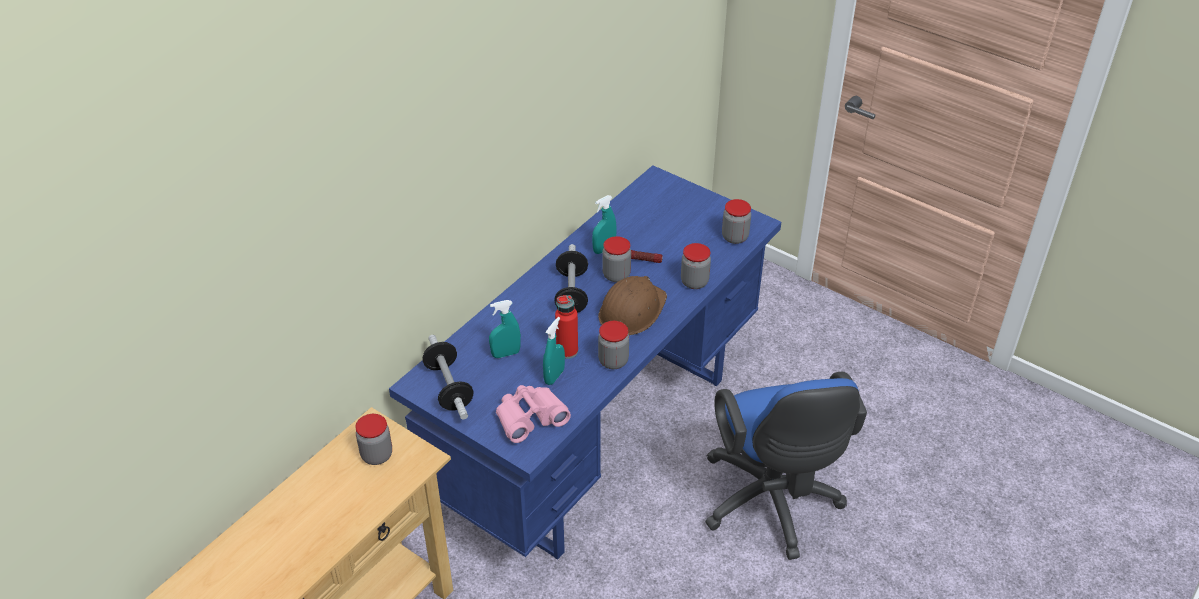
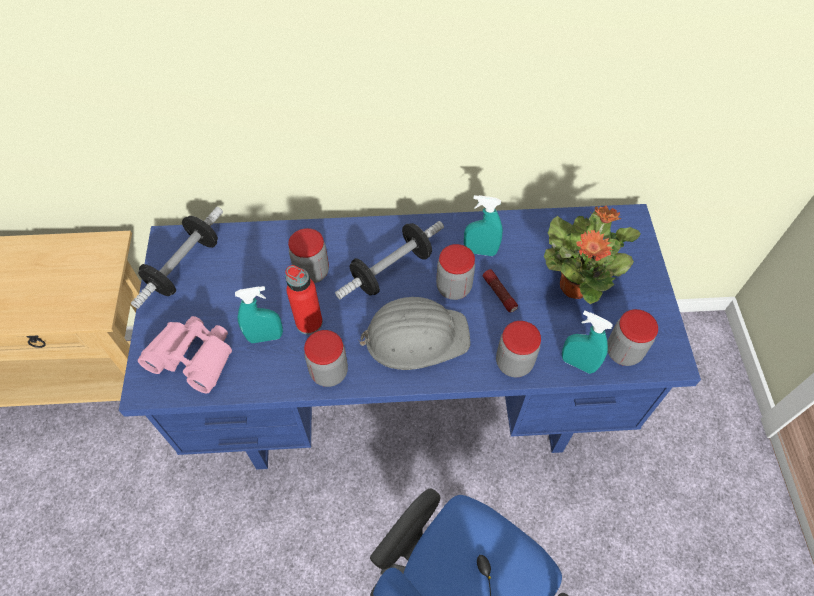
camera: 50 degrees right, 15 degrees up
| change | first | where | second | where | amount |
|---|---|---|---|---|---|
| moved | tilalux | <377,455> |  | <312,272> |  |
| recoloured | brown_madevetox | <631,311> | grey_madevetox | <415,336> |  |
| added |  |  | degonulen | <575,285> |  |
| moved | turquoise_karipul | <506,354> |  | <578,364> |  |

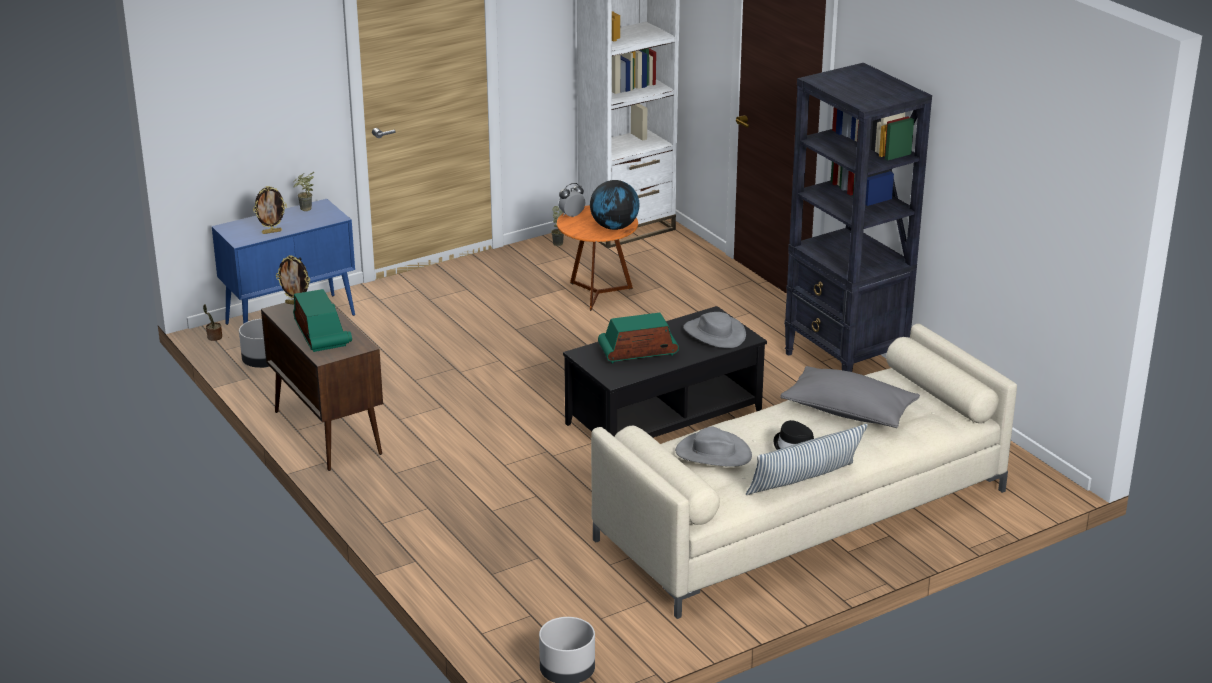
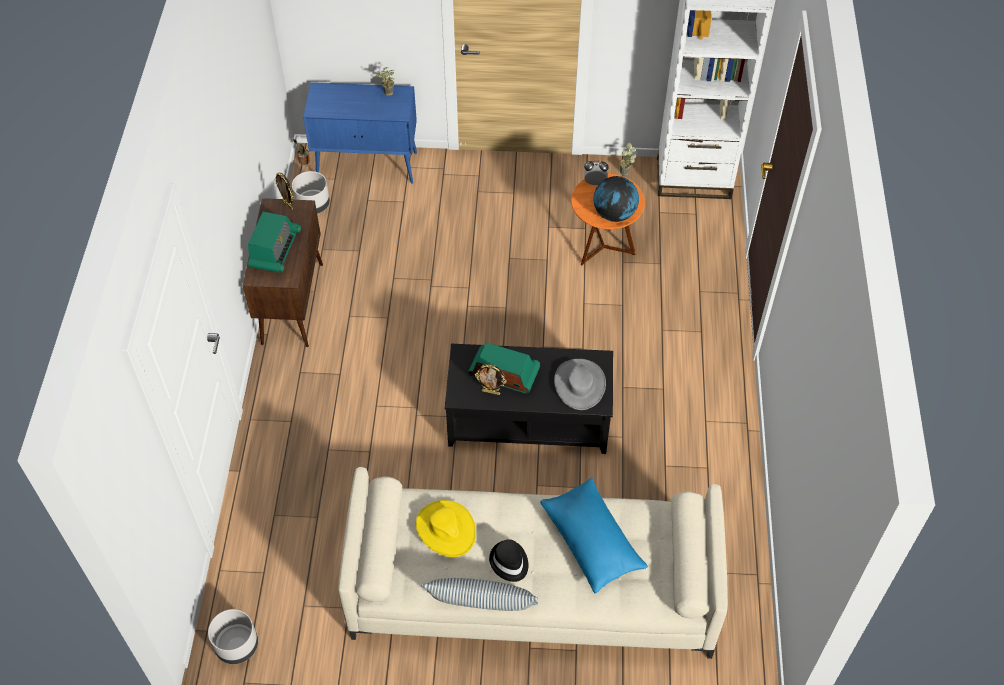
camera: 35 degrees right, 25 degrees up
| change | first | where | second | where | amount |
|---|---|---|---|---|---|
| recoloured | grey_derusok | <713,453> | yellow_derusok | <445,529> |  |
| moved | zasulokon | <272,232> |  | <491,392> |  |
| recoloured | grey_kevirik | <849,412> | blue_kevirik | <592,541> |  |
| removed | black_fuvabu | <845,365> |  |  |  |

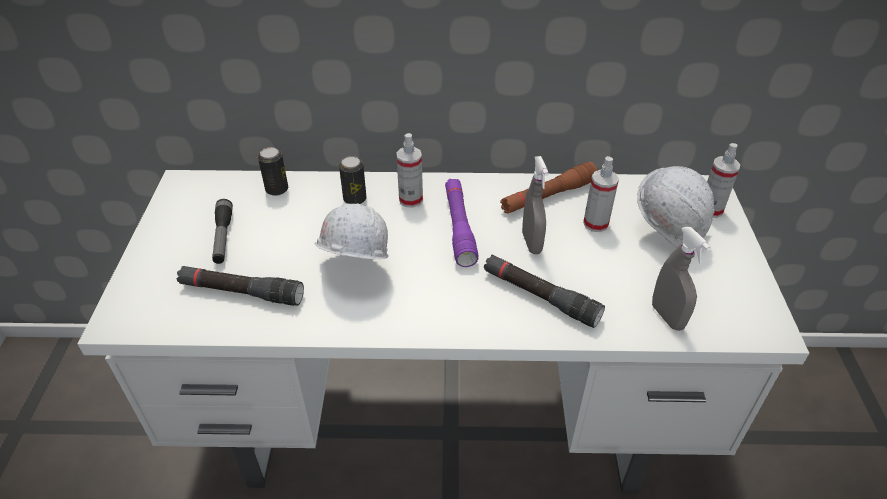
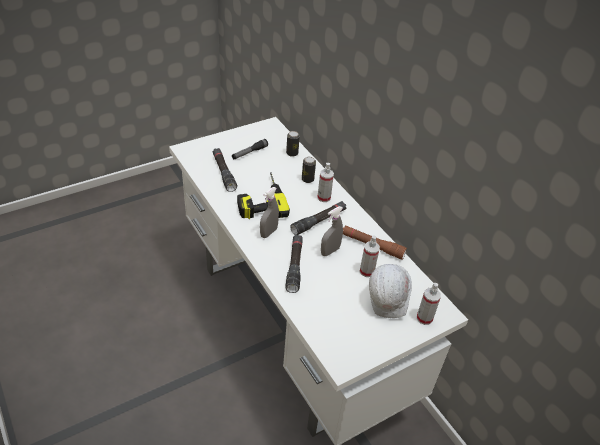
camera: 55 degrees right, 0 degrees up
| change | first | where | second | where | amount |
|---|---|---|---|---|---|
| replaced | white_madevetox | <353,272> | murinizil | <260,199> |  |
| moved | grey_karipul | <667,317> |  | <268,232> |  |
| recoloured | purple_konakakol | <459,227> | black_konakakol | <319,221> |  |

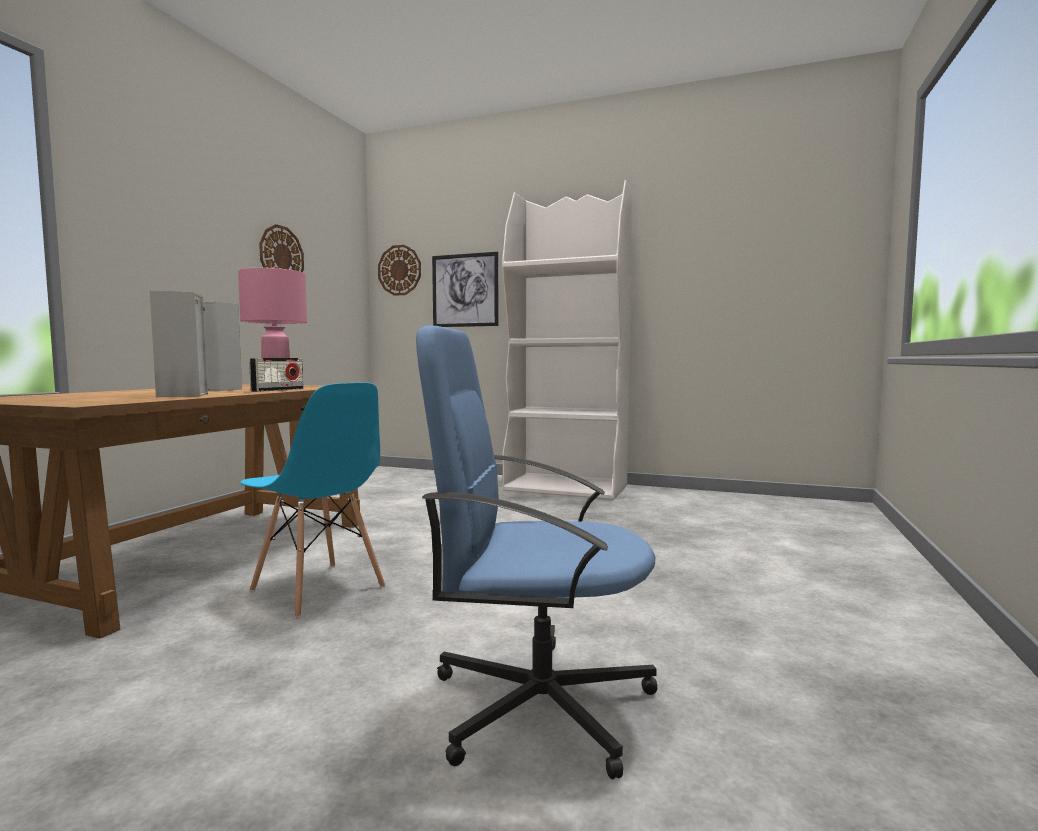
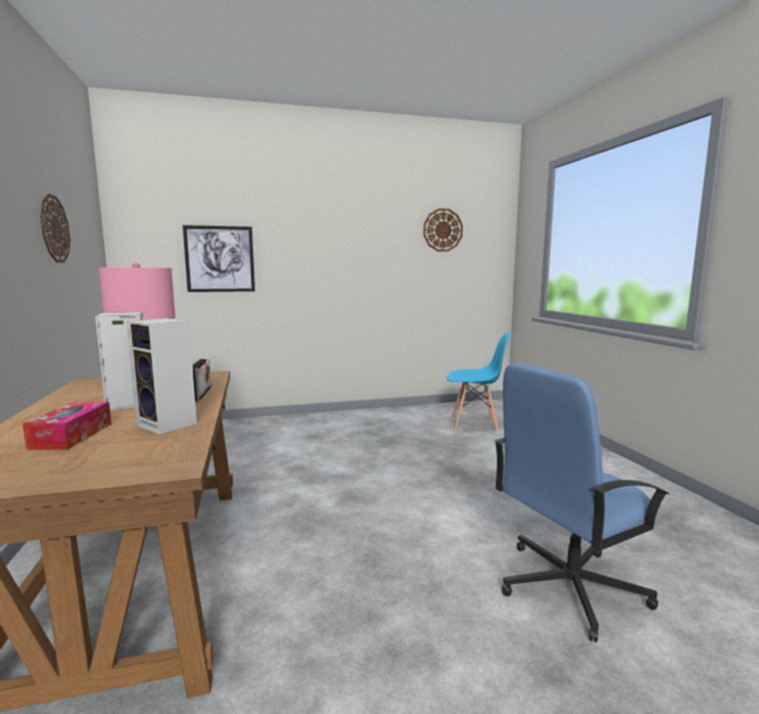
camera: 35 degrees left, 5 degrees up
| change | first | where | second | where | amount |
|---|---|---|---|---|---|
| added |  |  | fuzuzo | <72,436> |  |
| moved | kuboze | <399,270> |  | <442,230> |  |
| moved | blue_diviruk | <318,589> |  | <474,425> |  |
| removed | white_fuvabu | <567,488> |  |  |  |

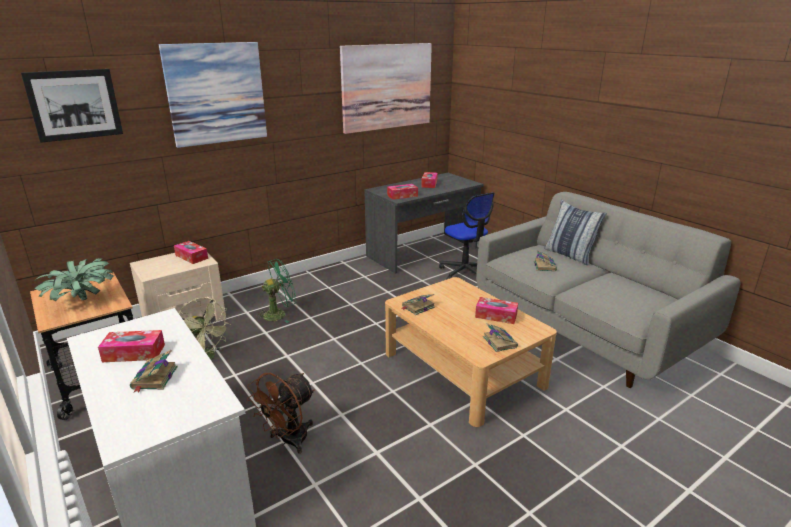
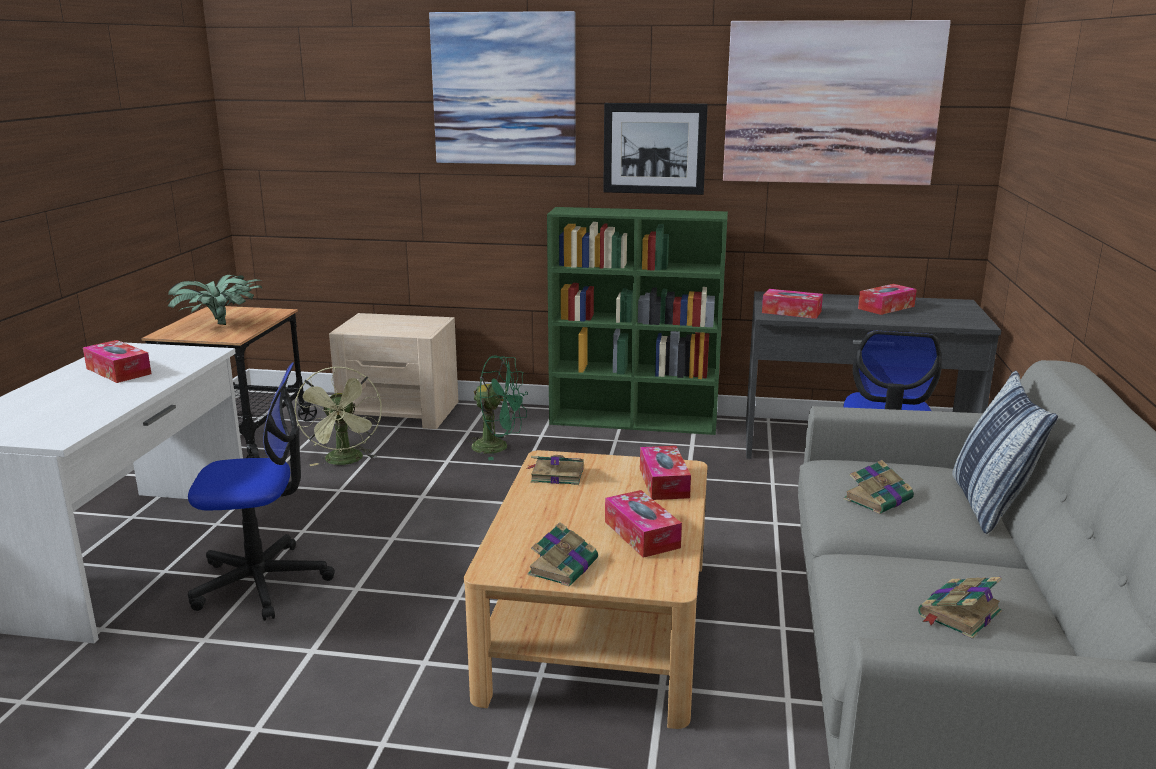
camera: 45 degrees right, 5 degrees down
| change | first | where | second | where | amount |
|---|---|---|---|---|---|
| replaced | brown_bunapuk | <288,441> | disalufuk | <262,582> |  |
| added |  |  | green_fuvabu | <635,421> |  |
| moved | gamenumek | <74,105> |  | <654,148> |  |
| moved | fuzuzo | <191,257> |  | <664,483> |  |
| moved | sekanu | <154,378> |  | <958,614> |  |

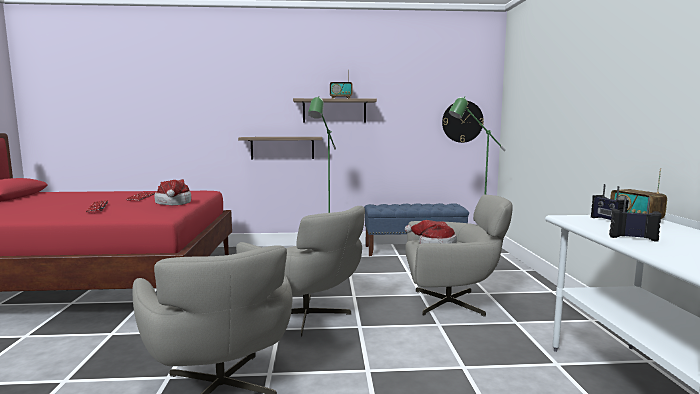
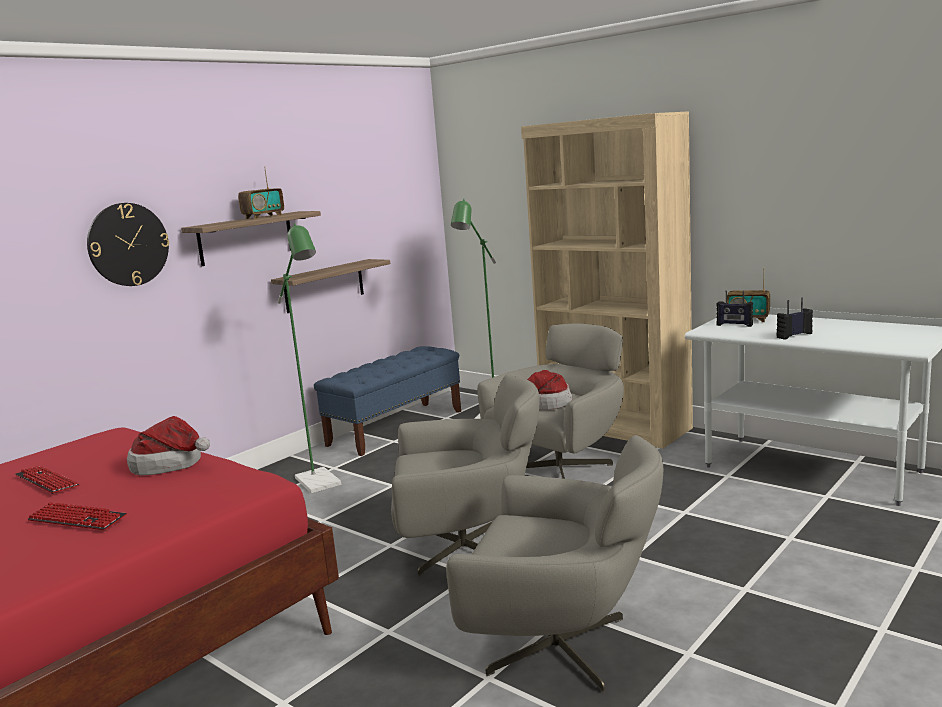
camera: 45 degrees left, 5 degrees up
| change | first | where | second | where | amount |
|---|---|---|---|---|---|
| moved | kuboze | <462,121> |  | <128,244> |  |
| moved | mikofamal | <282,148> |  | <324,286> |  |
| added |  |  | beige_fuvabu | <614,426> |  |

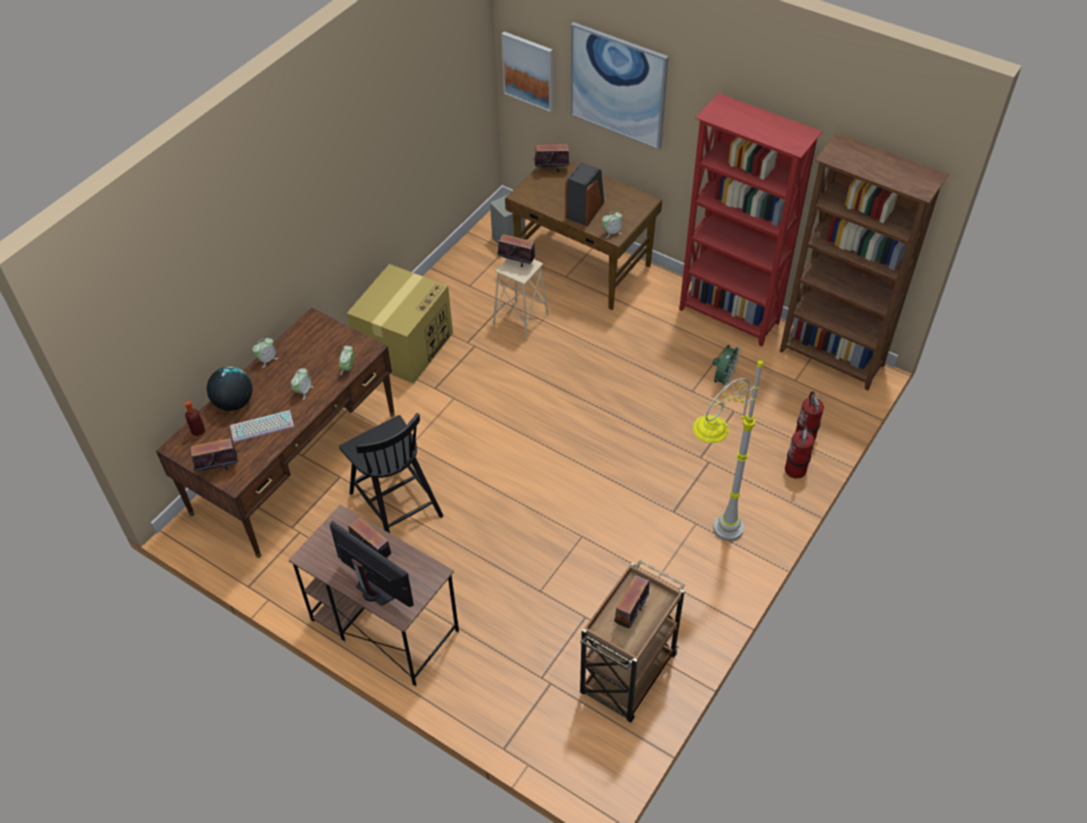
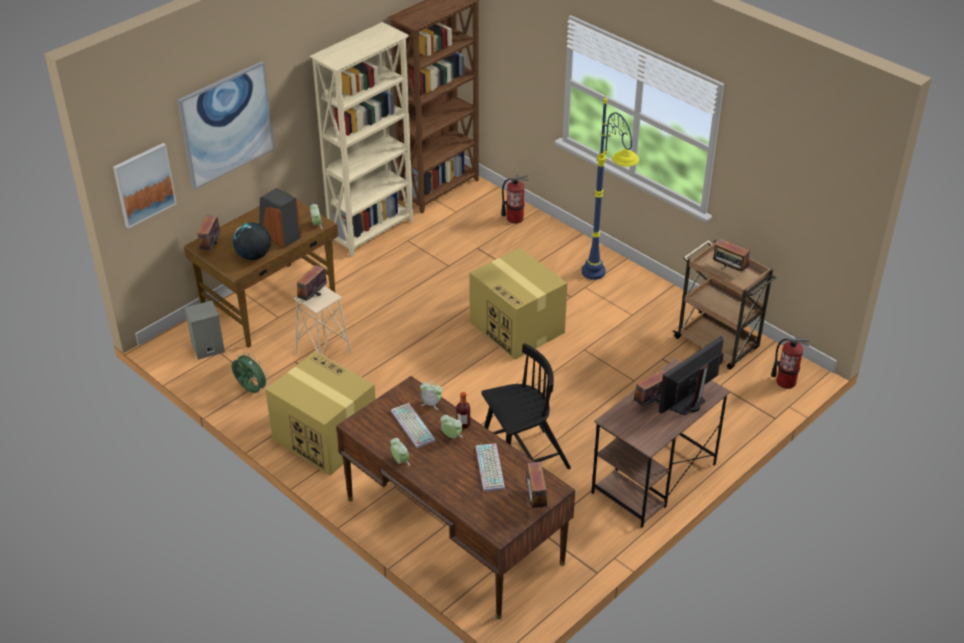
camera: 80 degrees left, 10 degrees down
| change | first | where | second | where | amount |
|---|---|---|---|---|---|
| moved | green_bunapuk | <723,380> |  | <250,390> |  |
| moved | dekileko | <234,403> |  | <253,256> |  |
| recoloured | red_fuvabu | <729,317> | beige_fuvabu | <373,231> |  |
| added |  |  | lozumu | <411,425> |  |
| moved | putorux | <198,431> |  | <463,425> |  |
| added |  |  | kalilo | <518,328> |  |
| recoloured | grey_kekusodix | <709,542> | blue_kekusodix | <604,283> |  |
| moved | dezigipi | <795,469> |  | <785,382> |  |

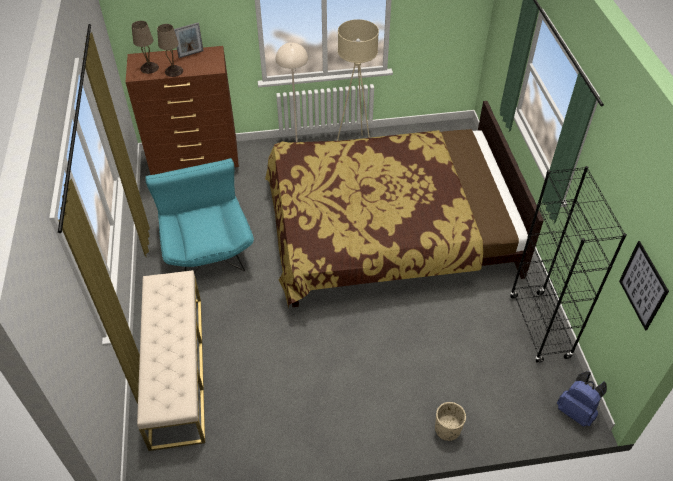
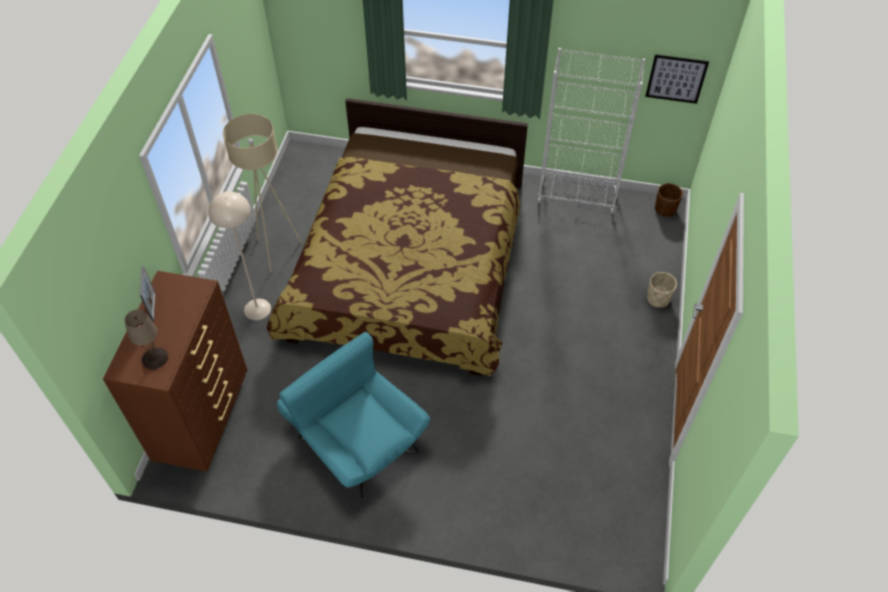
camera: 70 degrees left, 5 degrees up
| change | first | where | second | where | amount |
|---|---|---|---|---|---|
| turned | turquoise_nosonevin | <206,245> |  | <354,436> | 45 degrees clockwise |
| recoloured | black_fuvabu | <539,327> | white_fuvabu | <577,198> |  |
| replaced | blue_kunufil | <576,411> | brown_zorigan | <665,209> |  |
| removed | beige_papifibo | <176,369> |  |  |  |
| removed | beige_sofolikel | <174,71> |  |  |  |

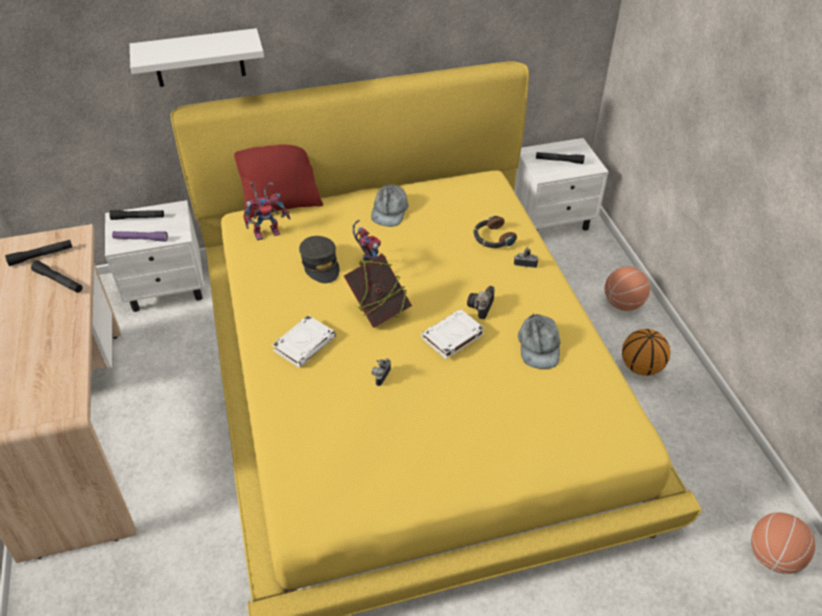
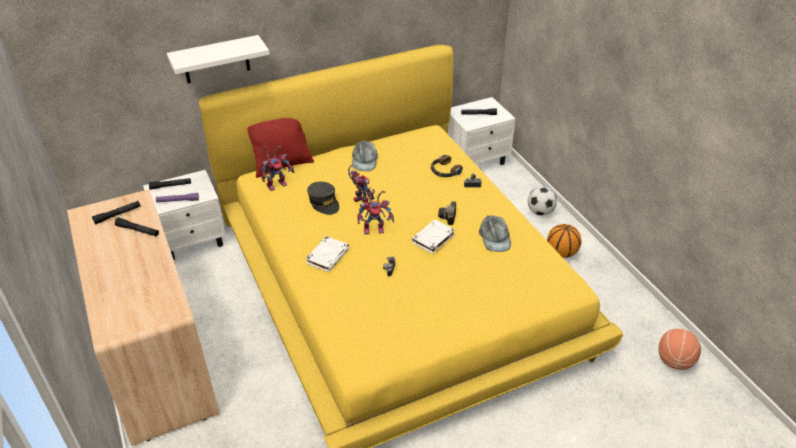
camera: 10 degrees left, 5 degrees down
| change | first | where | second | where | amount |
|---|---|---|---|---|---|
| replaced | sekanu | <378,311> | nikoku | <375,228> |  |
| replaced | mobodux | <623,303> | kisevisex | <540,212> |  |

